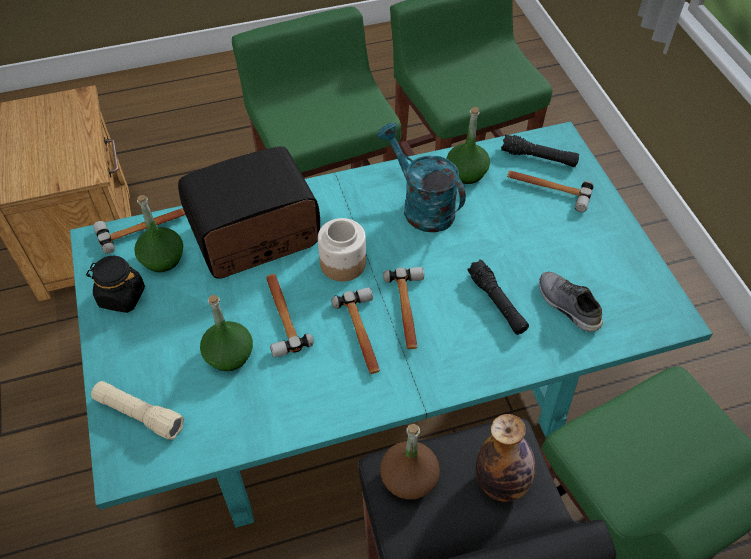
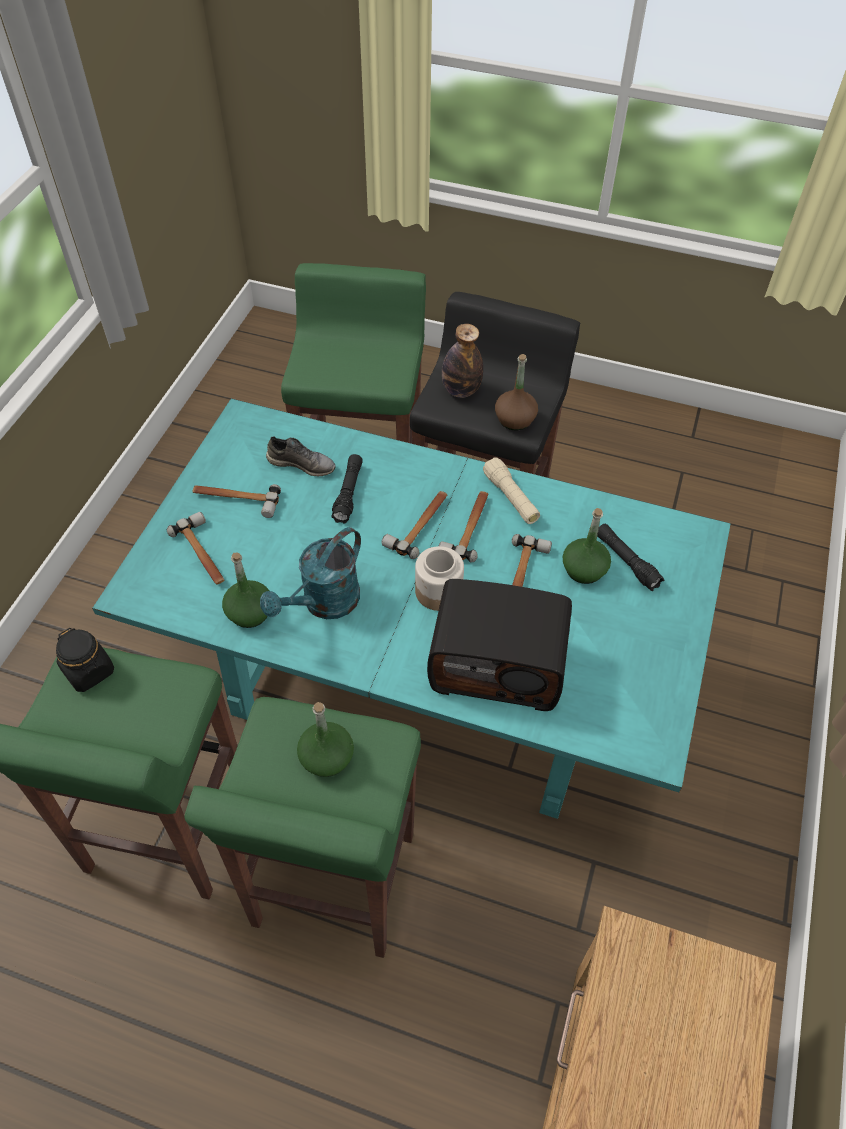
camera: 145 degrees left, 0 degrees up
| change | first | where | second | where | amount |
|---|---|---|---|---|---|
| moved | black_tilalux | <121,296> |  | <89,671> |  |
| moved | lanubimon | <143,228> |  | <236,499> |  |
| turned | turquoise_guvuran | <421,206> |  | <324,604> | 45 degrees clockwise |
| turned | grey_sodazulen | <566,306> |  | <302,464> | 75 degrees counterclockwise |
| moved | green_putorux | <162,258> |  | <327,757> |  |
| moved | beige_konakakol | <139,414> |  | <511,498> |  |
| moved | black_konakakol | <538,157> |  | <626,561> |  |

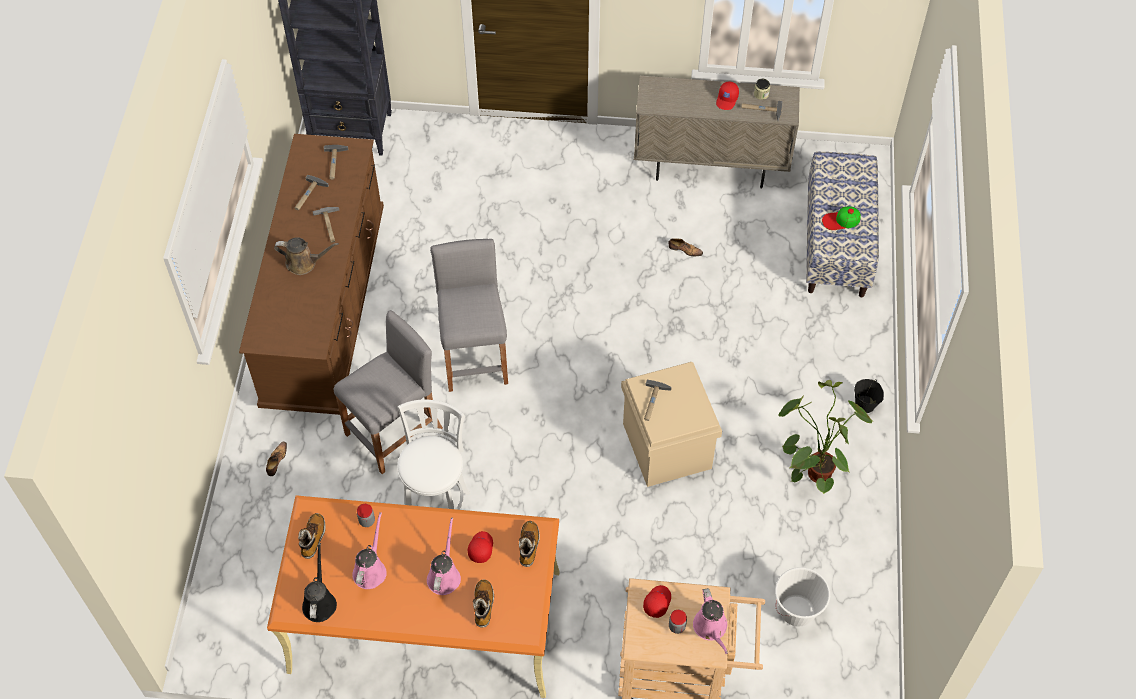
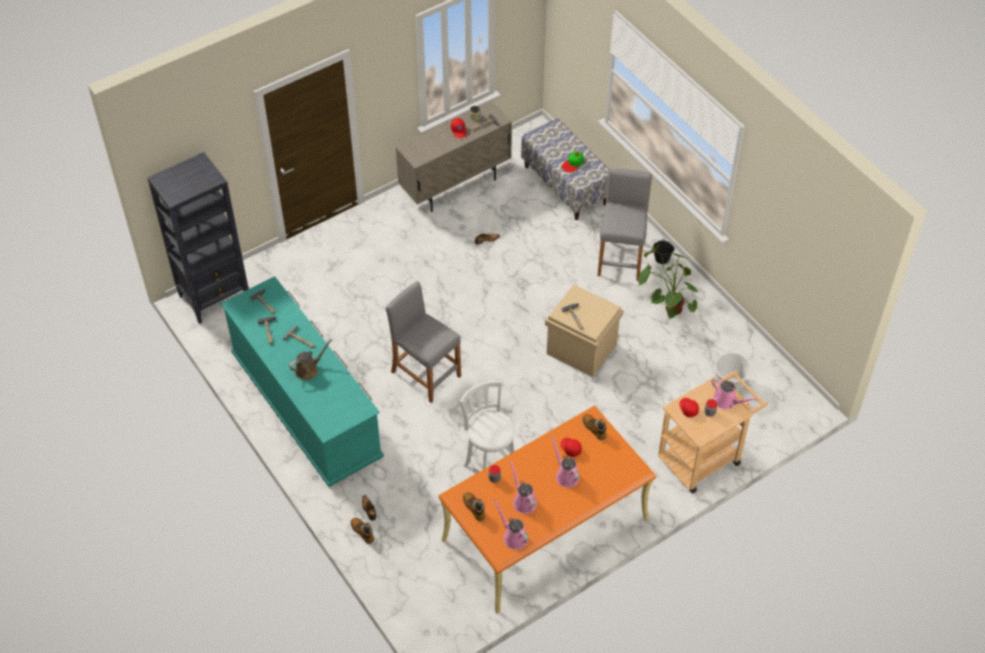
camera: 40 degrees left, 5 degrees down
| change | first | where | second | where | amount |
|---|---|---|---|---|---|
| recoloured | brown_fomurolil | <325,307> | turquoise_fomurolil | <307,407> |  |
| moved | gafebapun | <483,606> |  | <363,532> |  |
| recoloured | black_guvuran | <319,602> | pink_guvuran | <513,537> |  |
| moved | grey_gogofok | <394,432> |  | <621,258> |  |

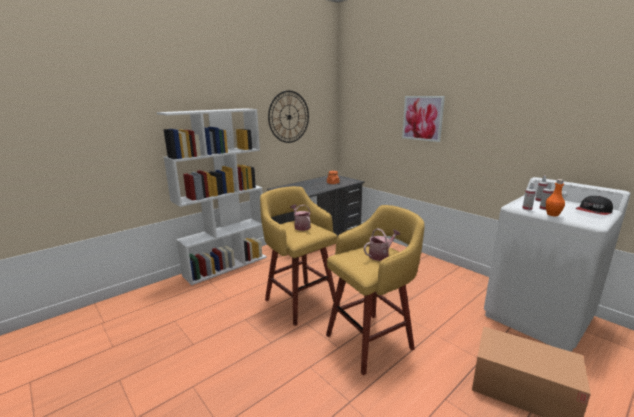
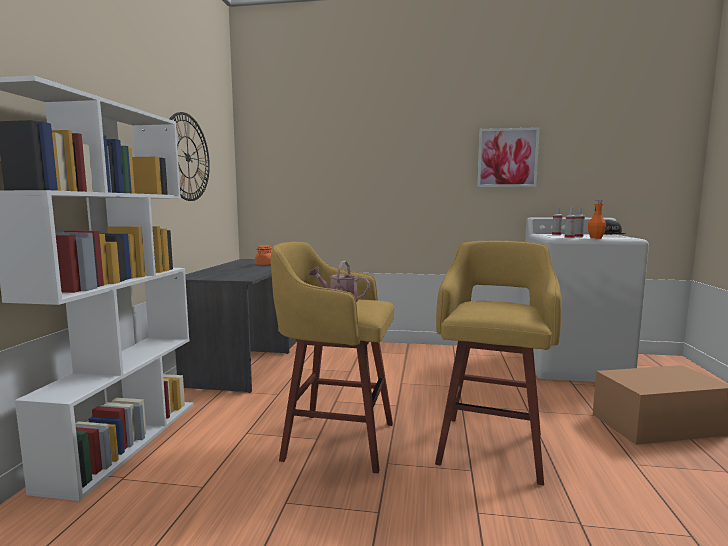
camera: 40 degrees left, 10 degrees down
| change | first | where | second | where | amount |
|---|---|---|---|---|---|
| moved | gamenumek | <422,118> |  | <507,158> |  |
| removed | guvuran | <381,255> |  |  |  |

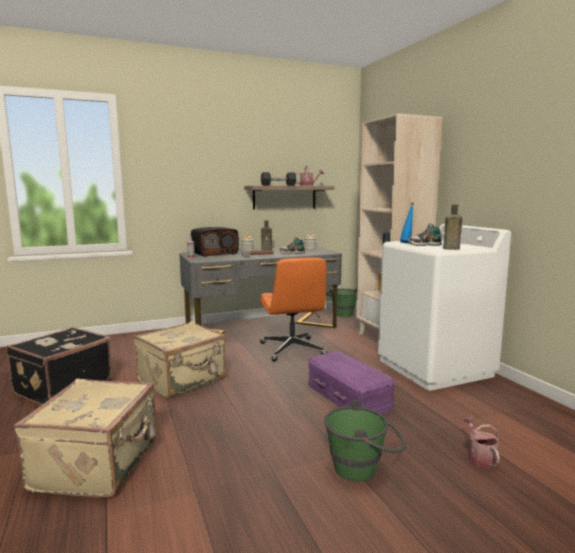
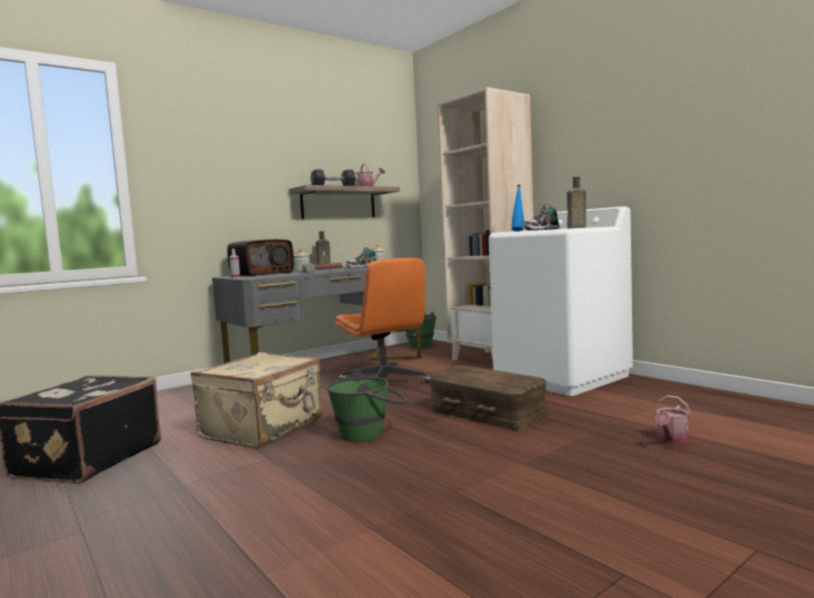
camera: 15 degrees left, 5 degrees down
| change | first | where | second | where | amount |
|---|---|---|---|---|---|
| moved | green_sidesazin | <363,468> |  | <370,433> |  |
| recoloured | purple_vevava | <347,396> | brown_vevava | <486,413> |  |
| turned | guvuran | <480,457> |  | <671,440> | 120 degrees counterclockwise |
| removed | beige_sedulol | <99,464> |  |  |  |

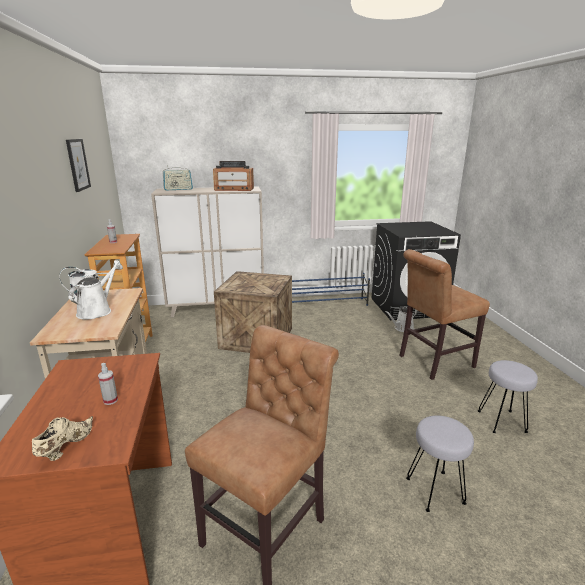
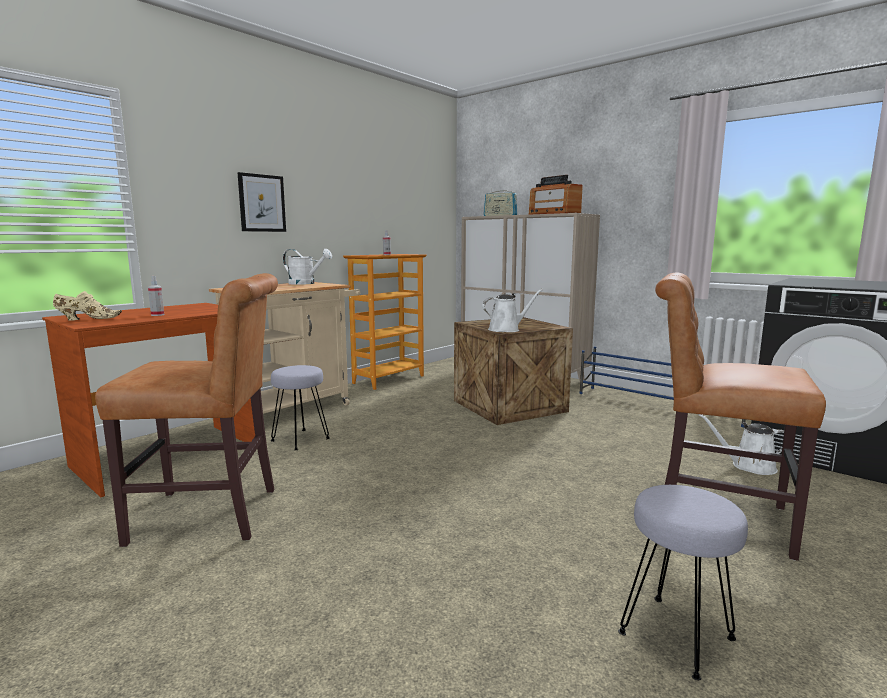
camera: 50 degrees right, 10 degrees down
| change | first | where | second | where | amount |
|---|---|---|---|---|---|
| moved | gamenumek | <77,164> |  | <262,203> |  |
| moved | grey_gogofok | <435,490> |  | <301,439> |  |
| moved | white_guvuran | <96,311> |  | <507,329> |  |

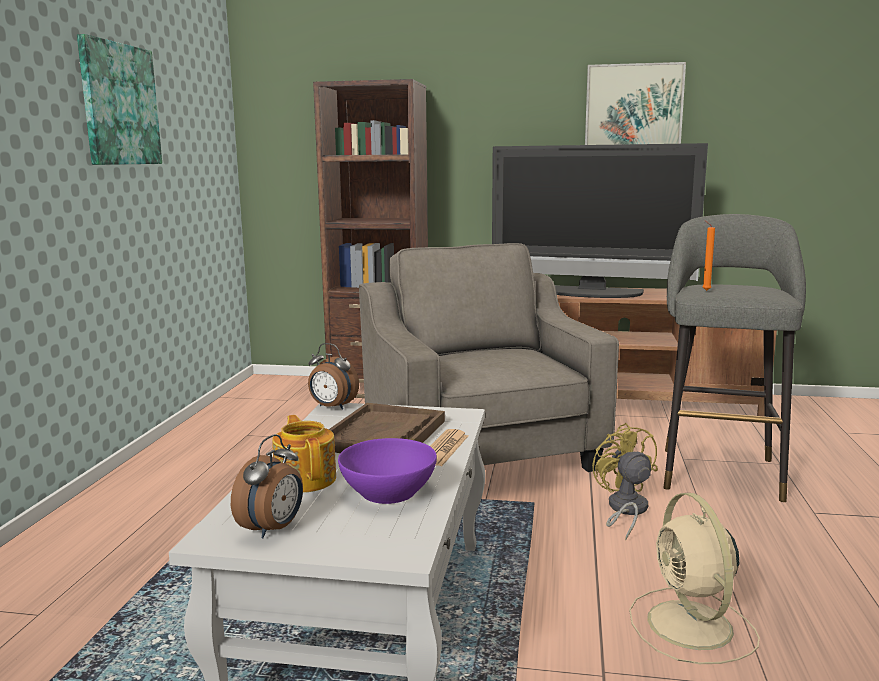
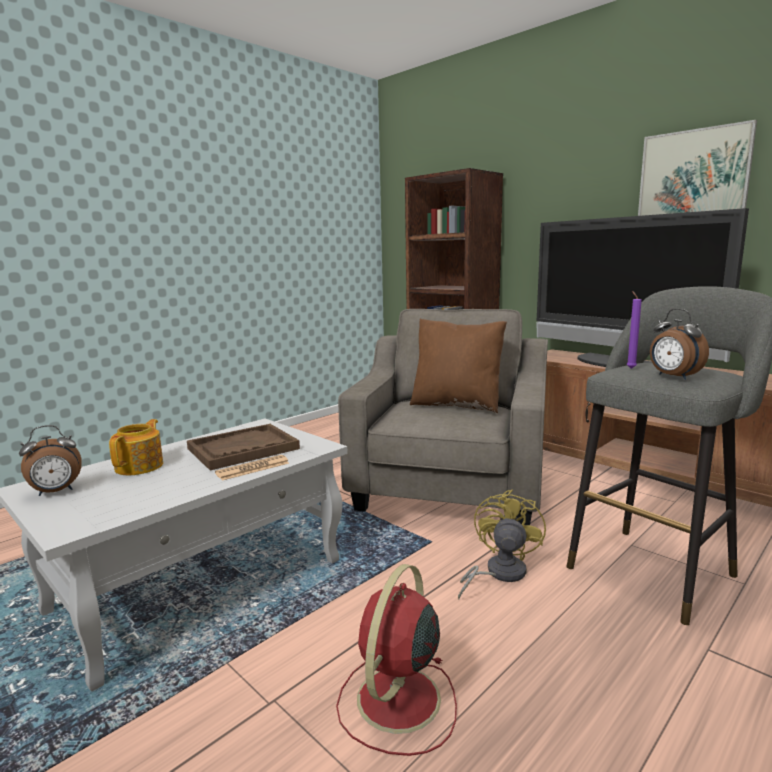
camera: 35 degrees right, 0 degrees up
| change | first | where | second | where | amount |
|---|---|---|---|---|---|
| recoloured | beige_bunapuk | <691,627> | red_bunapuk | <397,701> |  |
| added |  |  | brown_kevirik | <457,405> |  |
| recoloured | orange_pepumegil | <705,290> | purple_pepumegil | <630,368> |  |
| moved | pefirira | <332,407> |  | <673,377> |  |
| removed | gamenumek | <119,104> |  |  |  |
| removed | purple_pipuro | <388,491> |  |  |  |

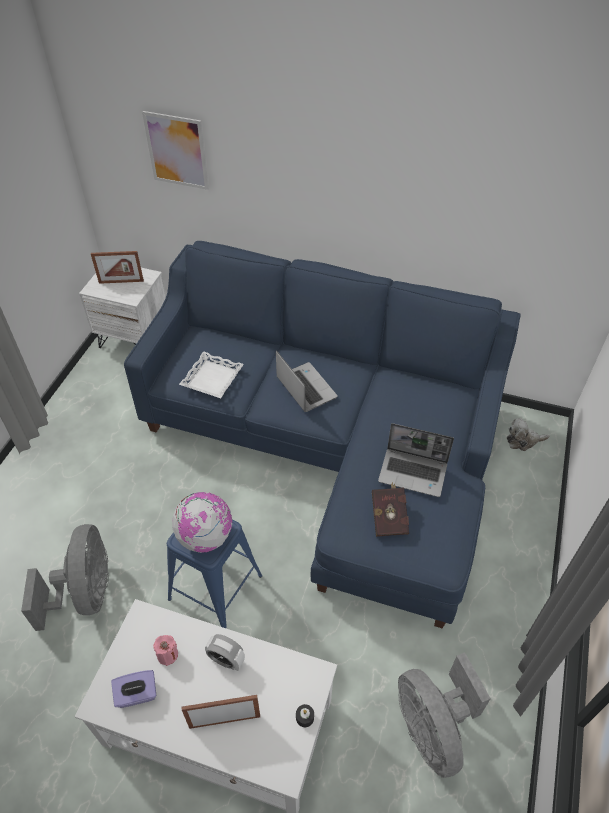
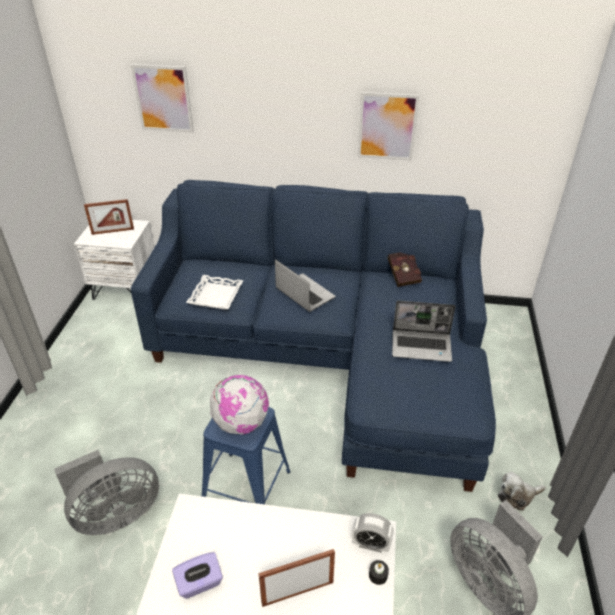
camera: 10 degrees left, 10 degrees down
| change | first | where | second | where | amount |
|---|---|---|---|---|---|
| turned | grey_bunapuk | <86,593> |  | <115,514> | 75 degrees clockwise |
| moved | pefirira | <226,660> |  | <371,544> |  |
| added |  |  | gamenumek | <387,126> |  |
| moved | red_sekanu | <389,517> |  | <403,275> |  |
| moved | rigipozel | <523,440> |  | <517,497> |  |
| removed | pink_pepumegil | <167,654> |  |  |  |

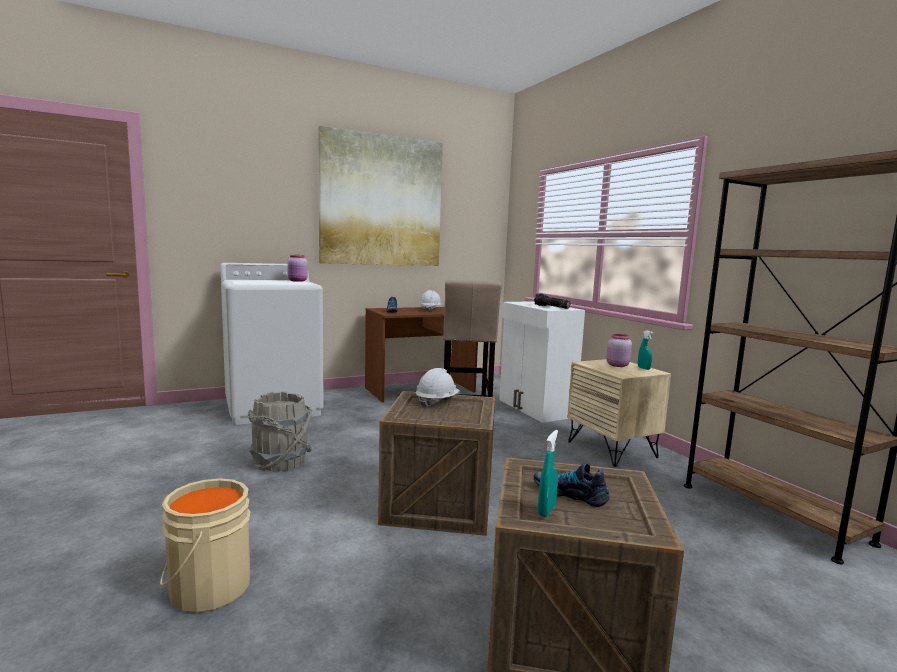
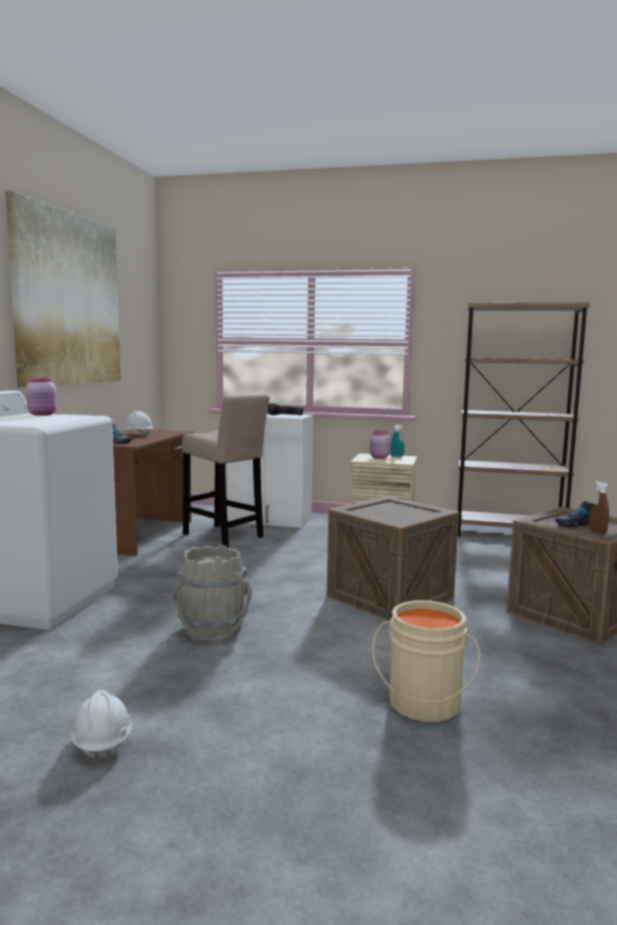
camera: 50 degrees left, 0 degrees up
| change | first | where | second | where | amount |
|---|---|---|---|---|---|
| moved | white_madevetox | <436,402> |  | <102,743> |  |
| recoloured | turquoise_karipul | <546,510> | brown_karipul | <597,531> |  |

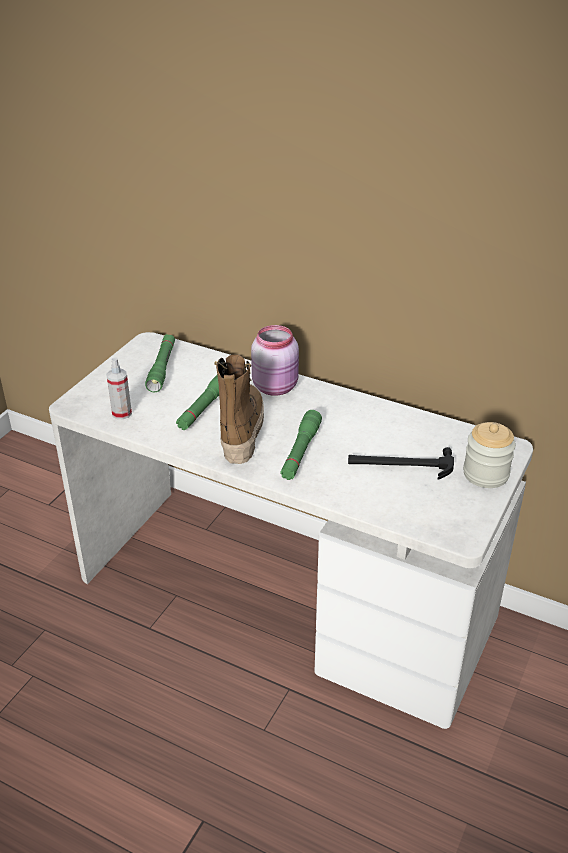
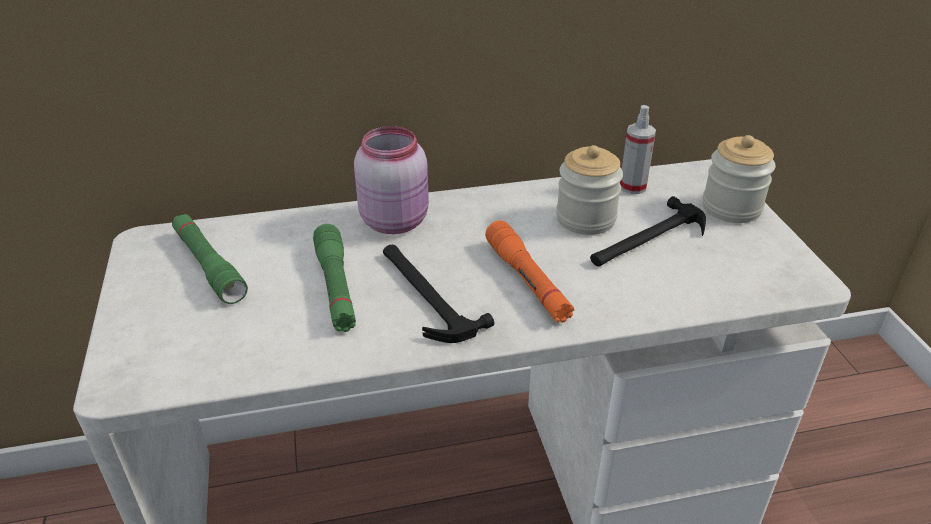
camera: 40 degrees left, 0 degrees up
| change | first | where | second | where | amount |
|---|---|---|---|---|---|
| replaced | gafebapun | <241,432> | lanubimon | <424,294> |  |
| recoloured | green_konakakol | <300,452> | orange_konakakol | <527,281> |  |
| added |  |  | tilalux | <585,219> |  |
| moved | karipul | <121,413> |  | <632,187> |  |

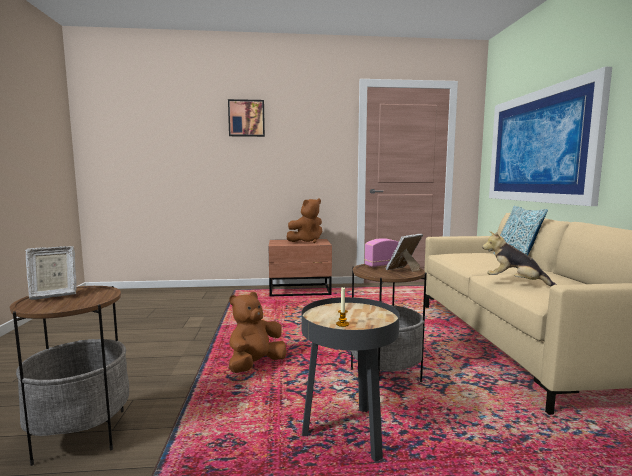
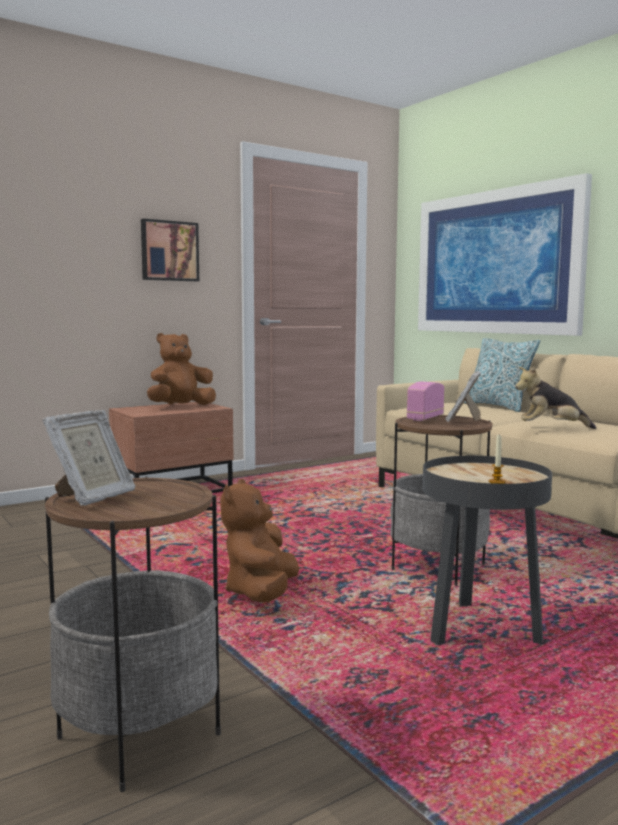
camera: 30 degrees left, 0 degrees up
| change | first | where | second | where | amount |
|---|---|---|---|---|---|
| moved | gamenumek | <246,118> |  | <169,251> |  |
| turned | brown_rigipozel | <306,241> |  | <180,406> | 150 degrees counterclockwise |

